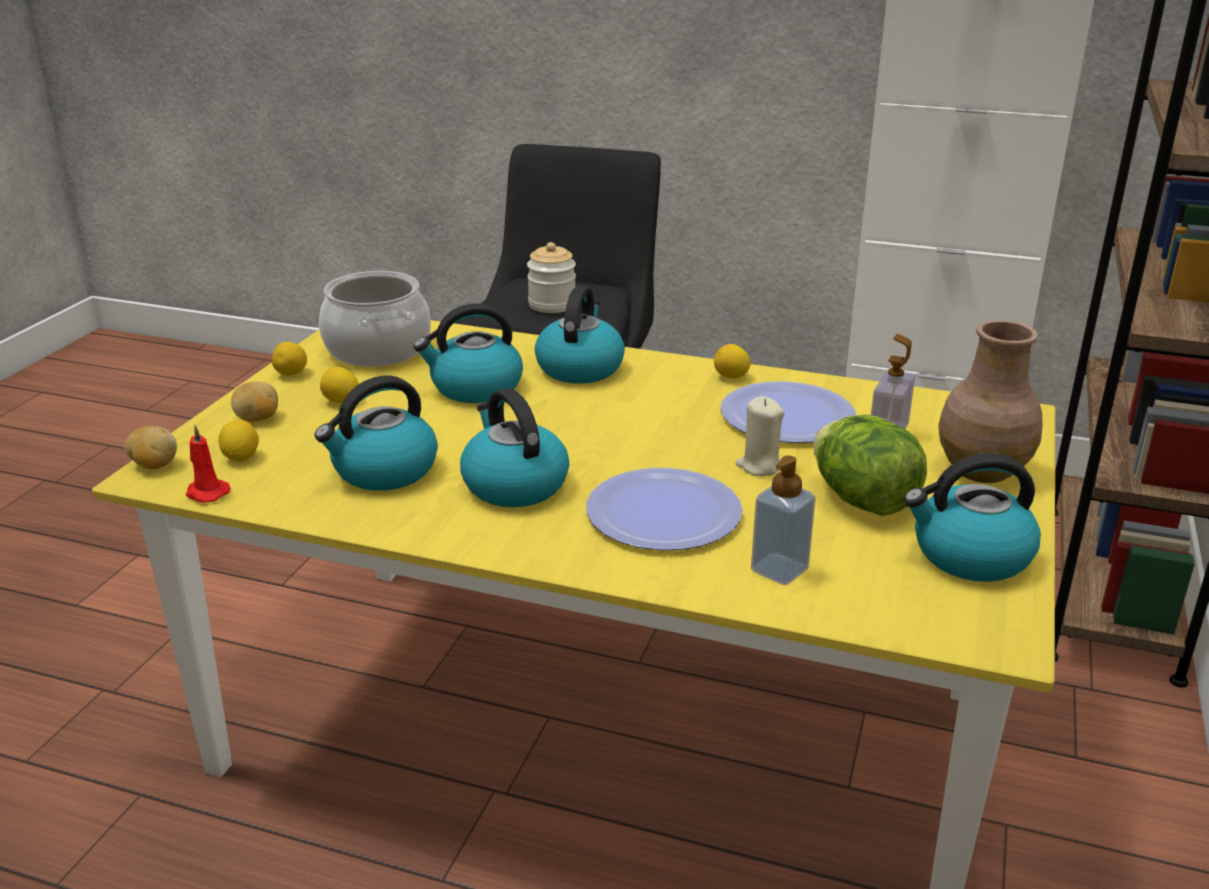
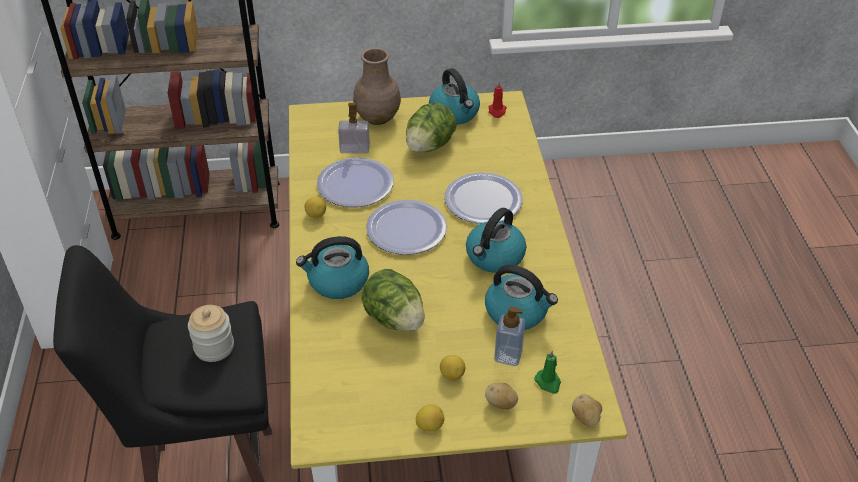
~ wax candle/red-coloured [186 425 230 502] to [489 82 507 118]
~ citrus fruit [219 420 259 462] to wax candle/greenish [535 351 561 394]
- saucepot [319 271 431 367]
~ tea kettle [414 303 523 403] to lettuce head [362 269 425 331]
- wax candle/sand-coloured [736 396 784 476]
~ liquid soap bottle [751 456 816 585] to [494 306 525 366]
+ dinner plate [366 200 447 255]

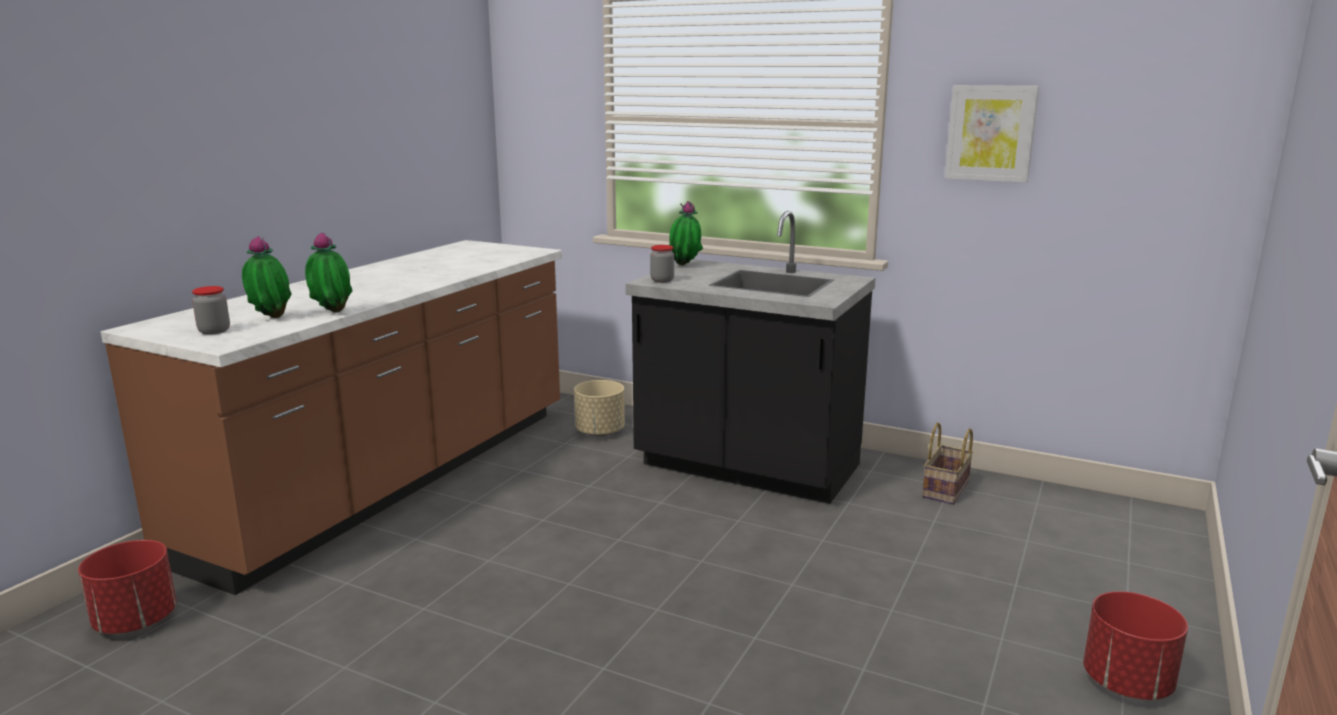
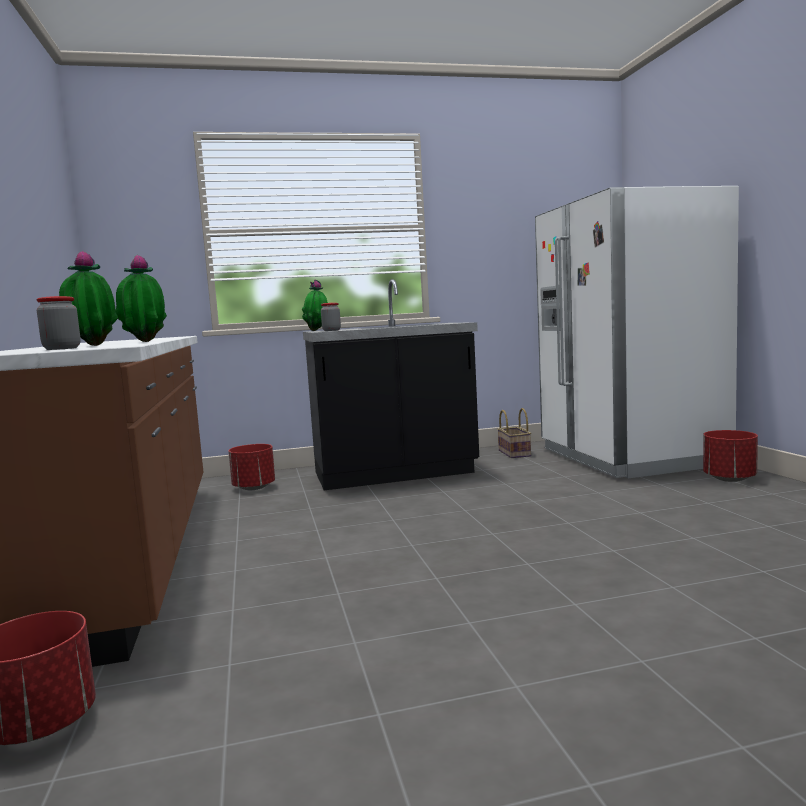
~ planter/sand-coloured [574 380 625 436] to planter/red-coloured [228 444 275 490]
- picture [945 85 1039 183]
+ fridge/white [535 186 739 478]

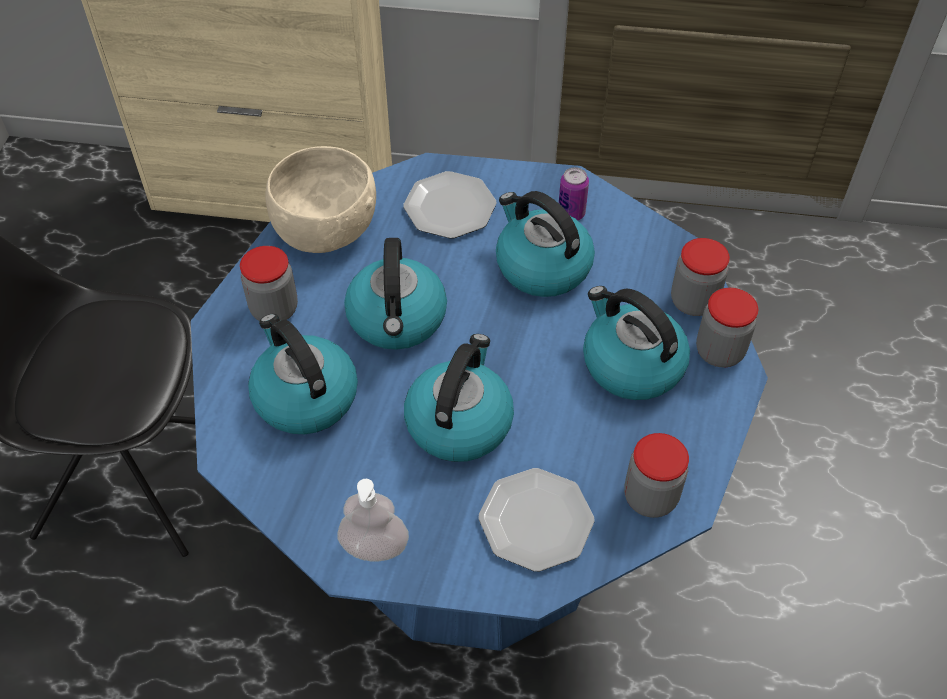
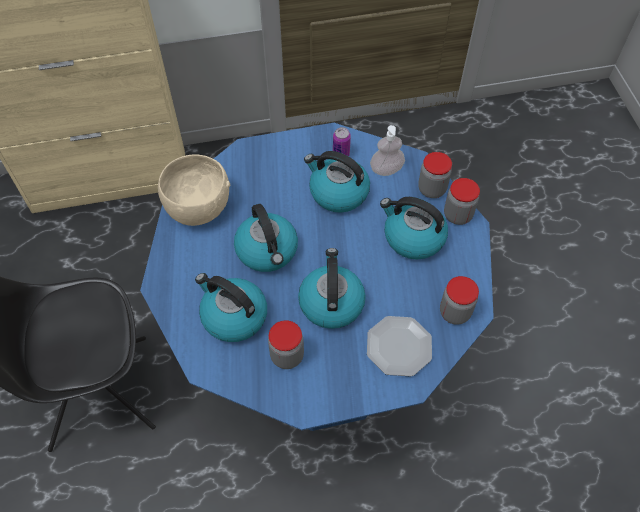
~ preserve jar [240 246 298 321] to [268 320 304 369]
~ liquid soap bottle [338 479 409 561] to [370 125 405 176]
- dinner plate [403 171 496 239]

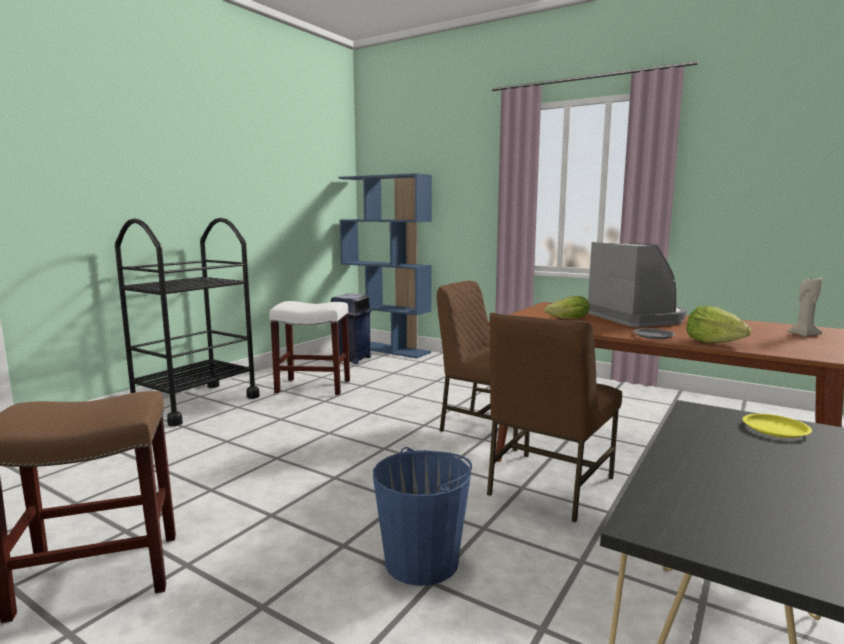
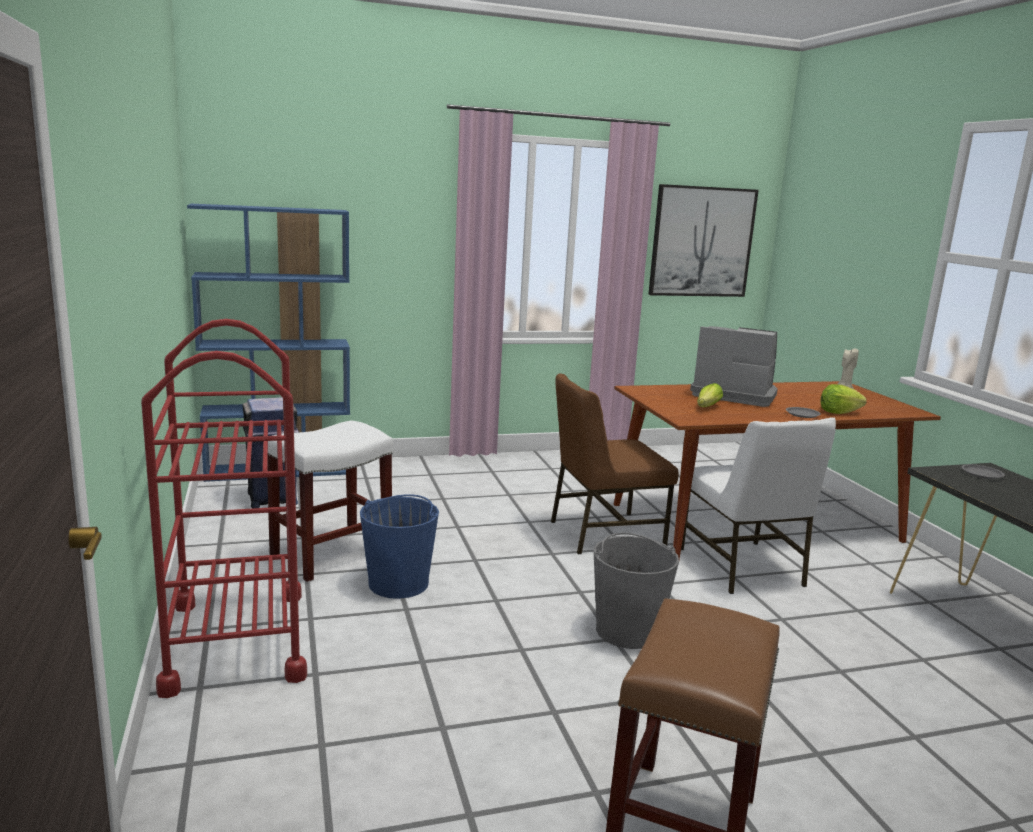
~ wheeled cart/blackish [115 218 260 427] to wheeled cart/red-coloured [141 319 307 698]
~ water bucket/blue-coloured [373 447 472 586] to [360 494 439 599]
~ plain chair/brown [487 313 622 523] to plain chair/white [681 418 836 594]
~ dinner plate/yellow [743 414 812 438] to dinner plate/greyish [961 464 1005 479]
+ water bucket/greyish [594 532 679 649]
+ picture [648 184 759 297]

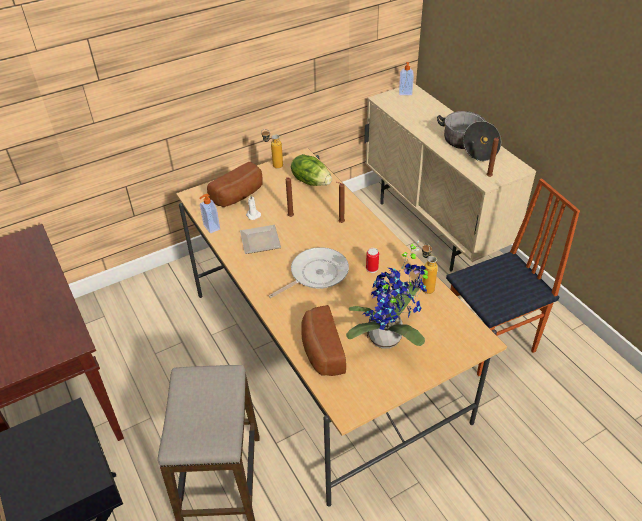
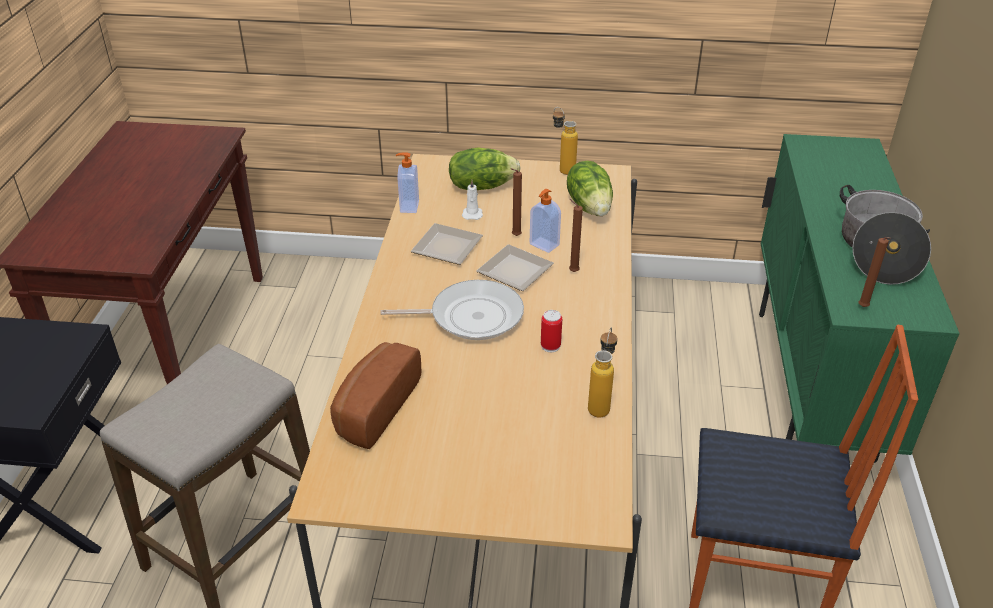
~ bread [207 162 263 207] to lettuce head [449 148 520 190]
- houseplant [346 240 428 348]
~ cupboard/sand-coloured [364 83 536 272] to cupboard/greenish [759 134 960 463]
~ liquid soap bottle [399 62 414 95] to [530 189 561 253]
+ dinner plate [476 244 554 291]

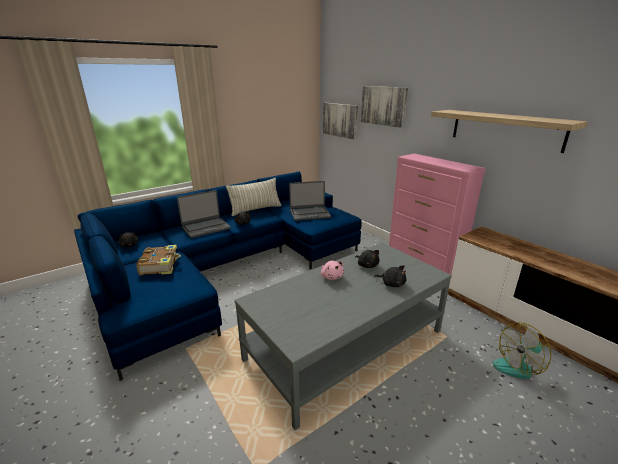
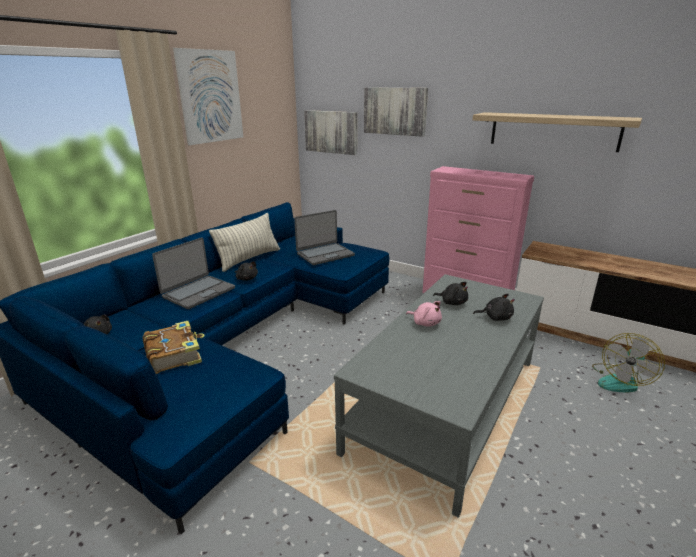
+ picture [173 48 243 145]

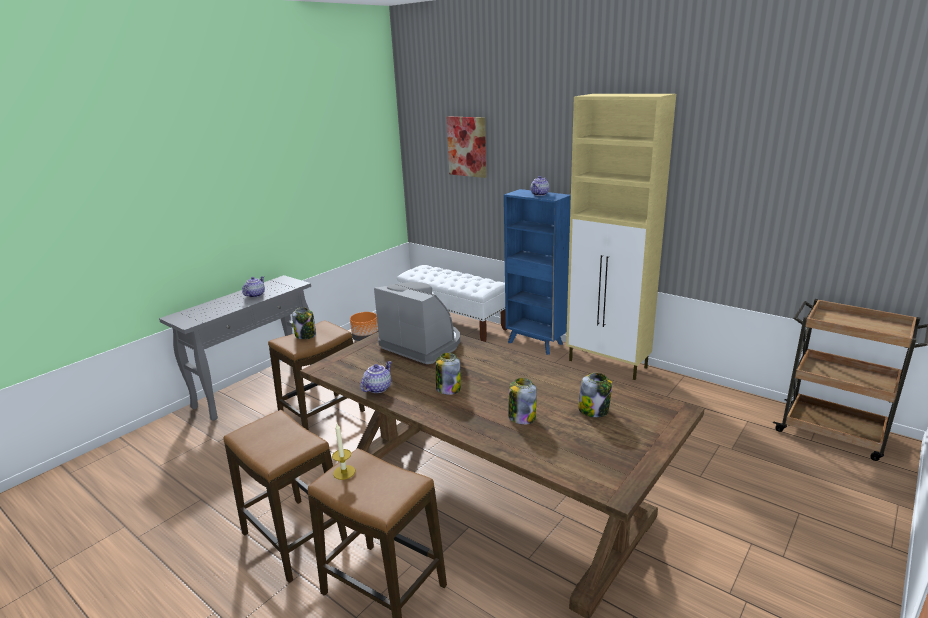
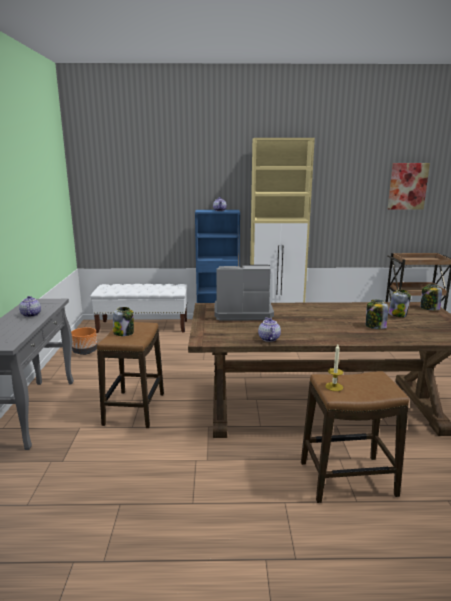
- stool seat [223 410 347 583]
~ preserve jar [436 353 461 395] to [420 284 442 310]
~ picture [447 116 487 178] to [388 163 430 210]

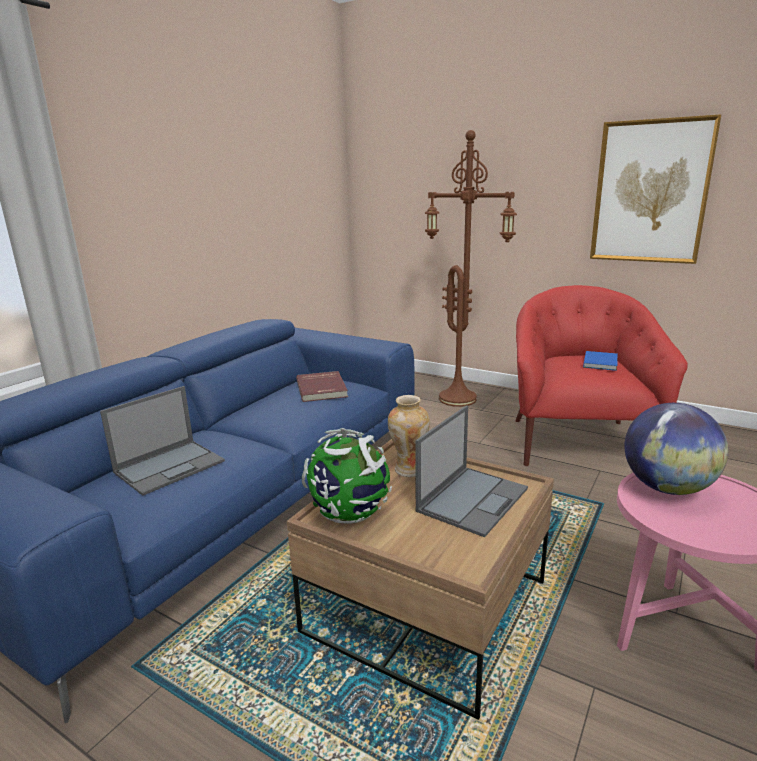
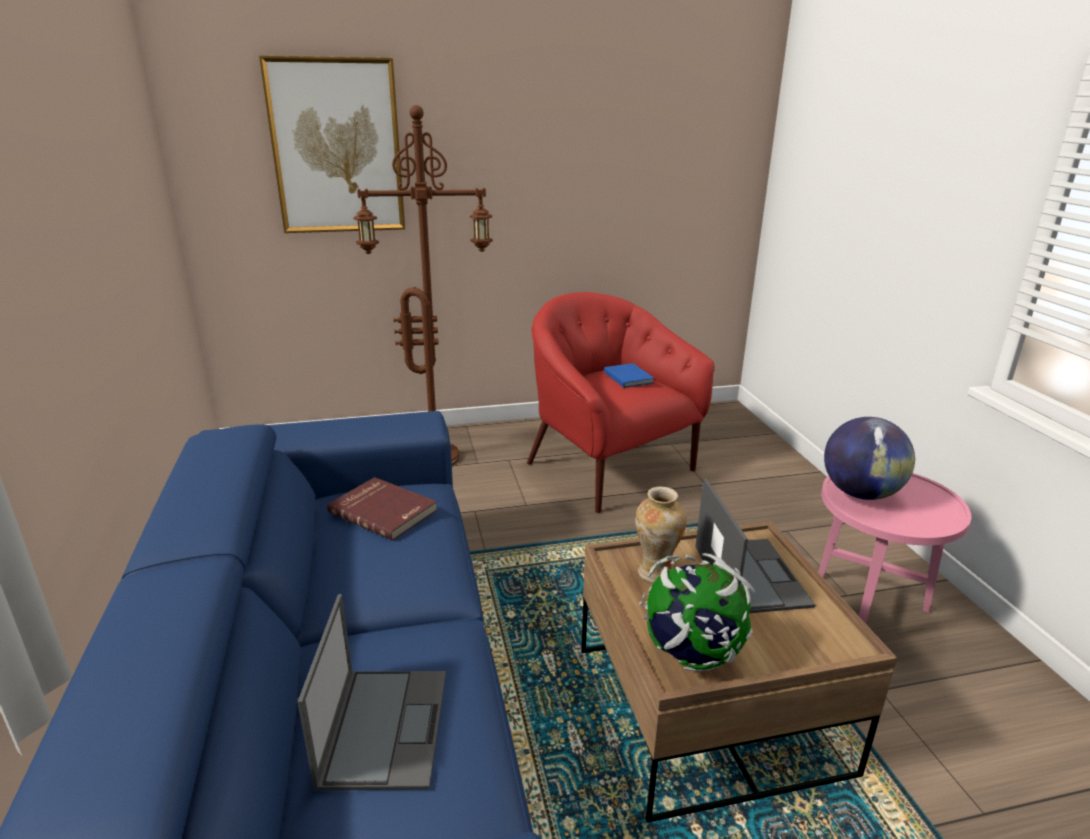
~ picture [590 114 721 264] to [259 56 405 233]

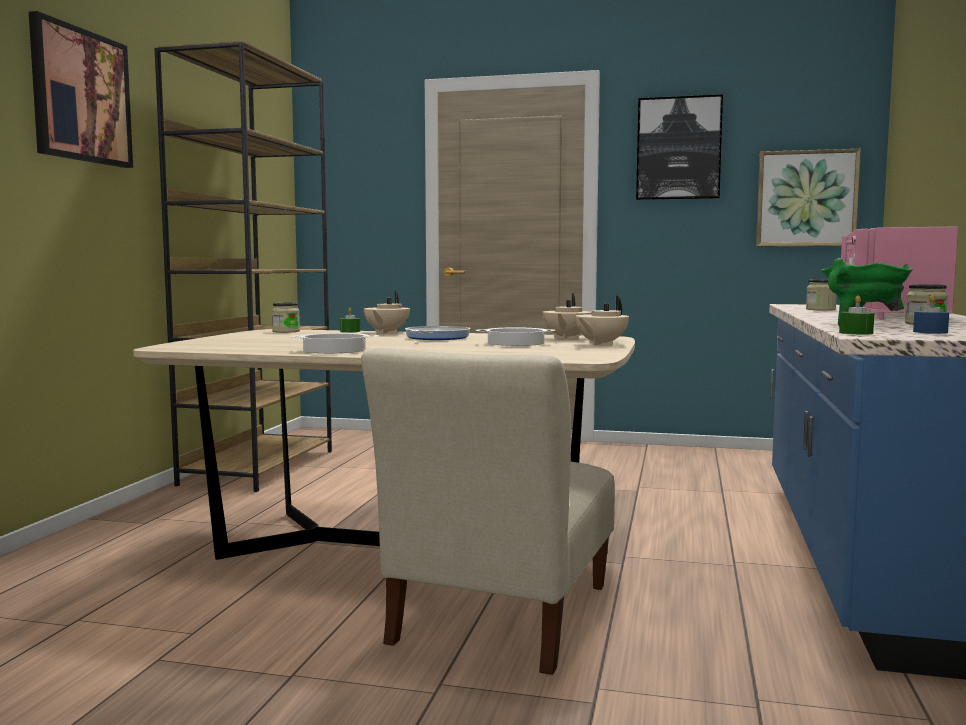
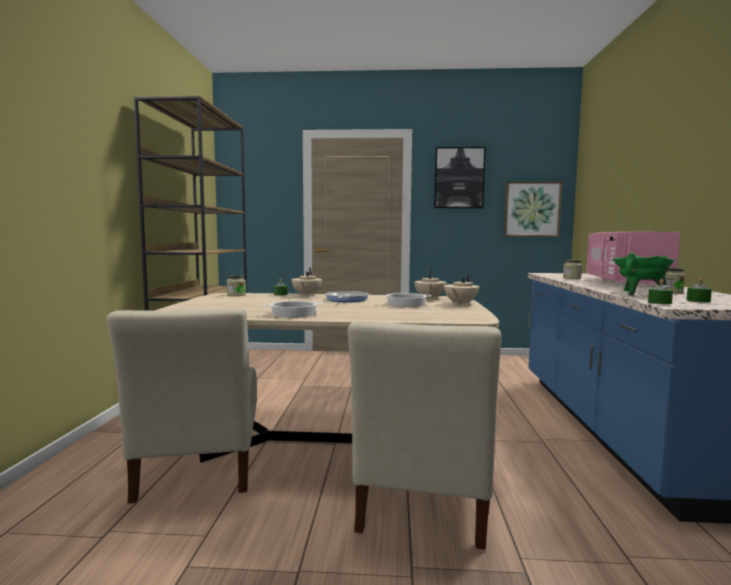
- picture [29 11 133 168]
~ wax candle/blue-coloured [913 295 949 334] to wax candle/greenish [687 278 712 302]
+ plain chair/sand-coloured [107 308 257 503]

